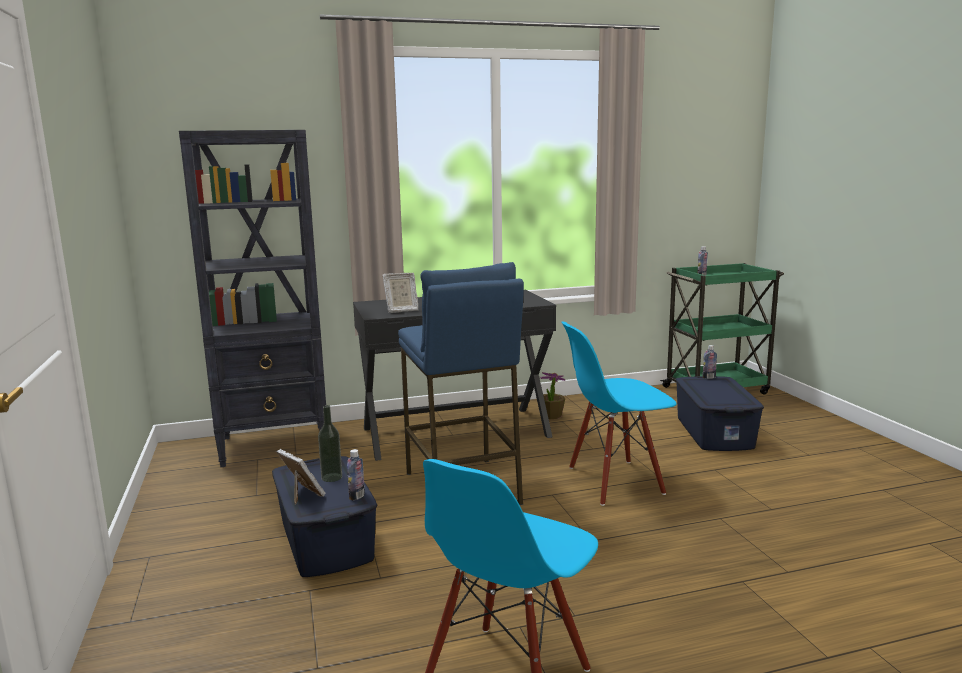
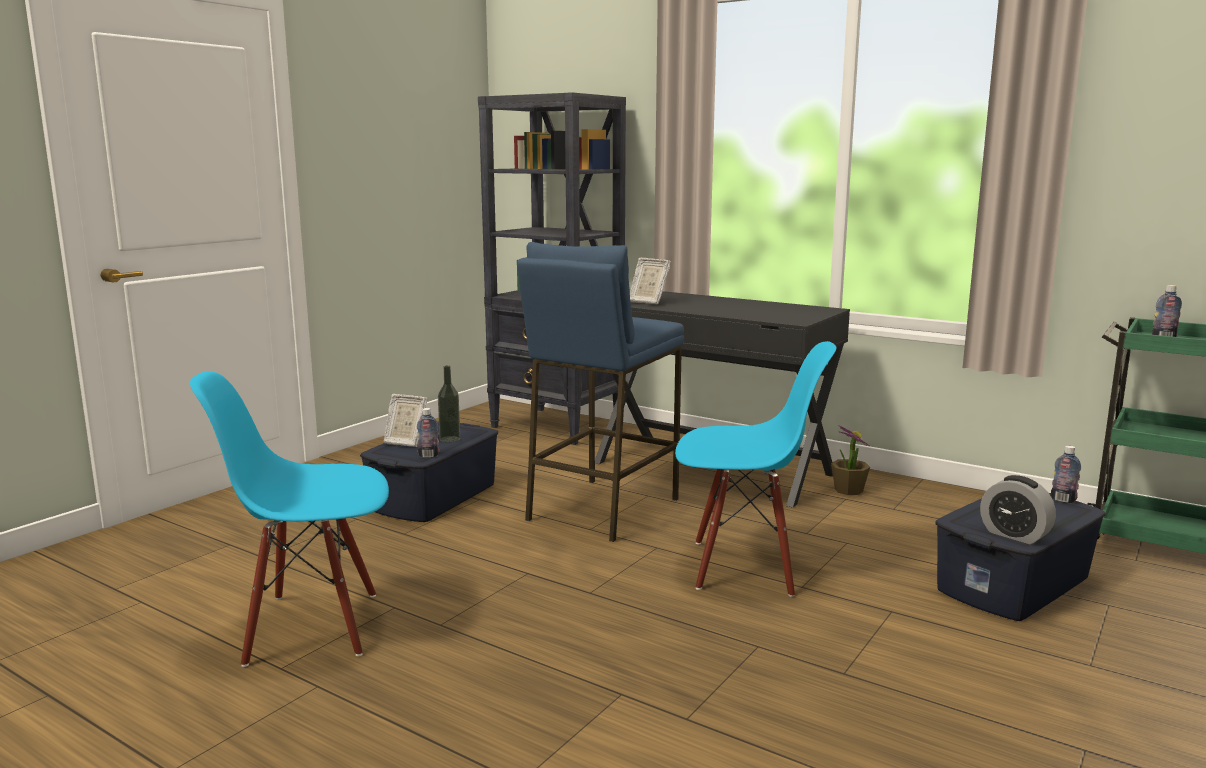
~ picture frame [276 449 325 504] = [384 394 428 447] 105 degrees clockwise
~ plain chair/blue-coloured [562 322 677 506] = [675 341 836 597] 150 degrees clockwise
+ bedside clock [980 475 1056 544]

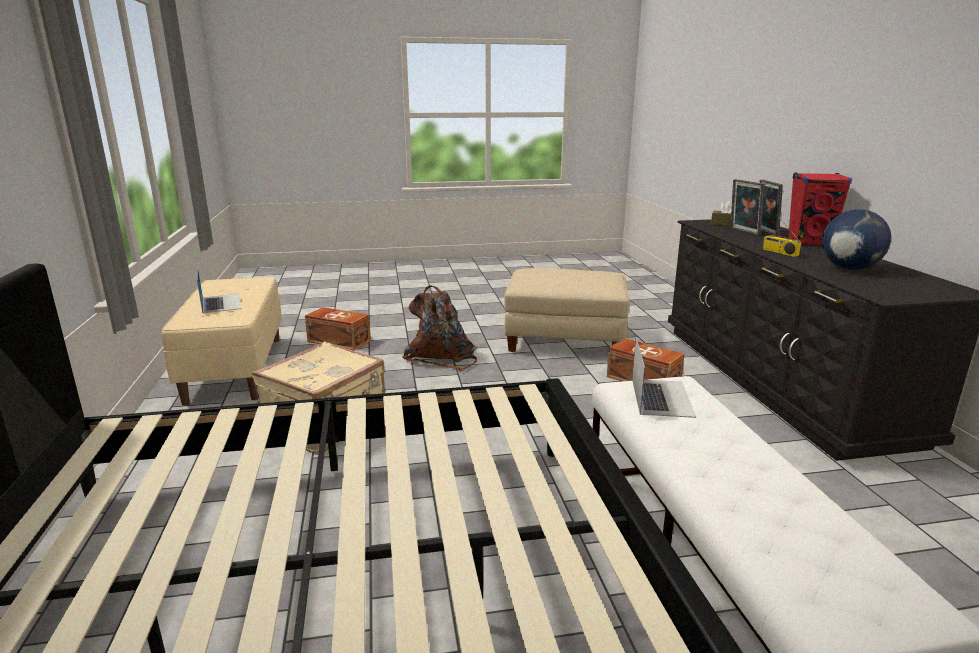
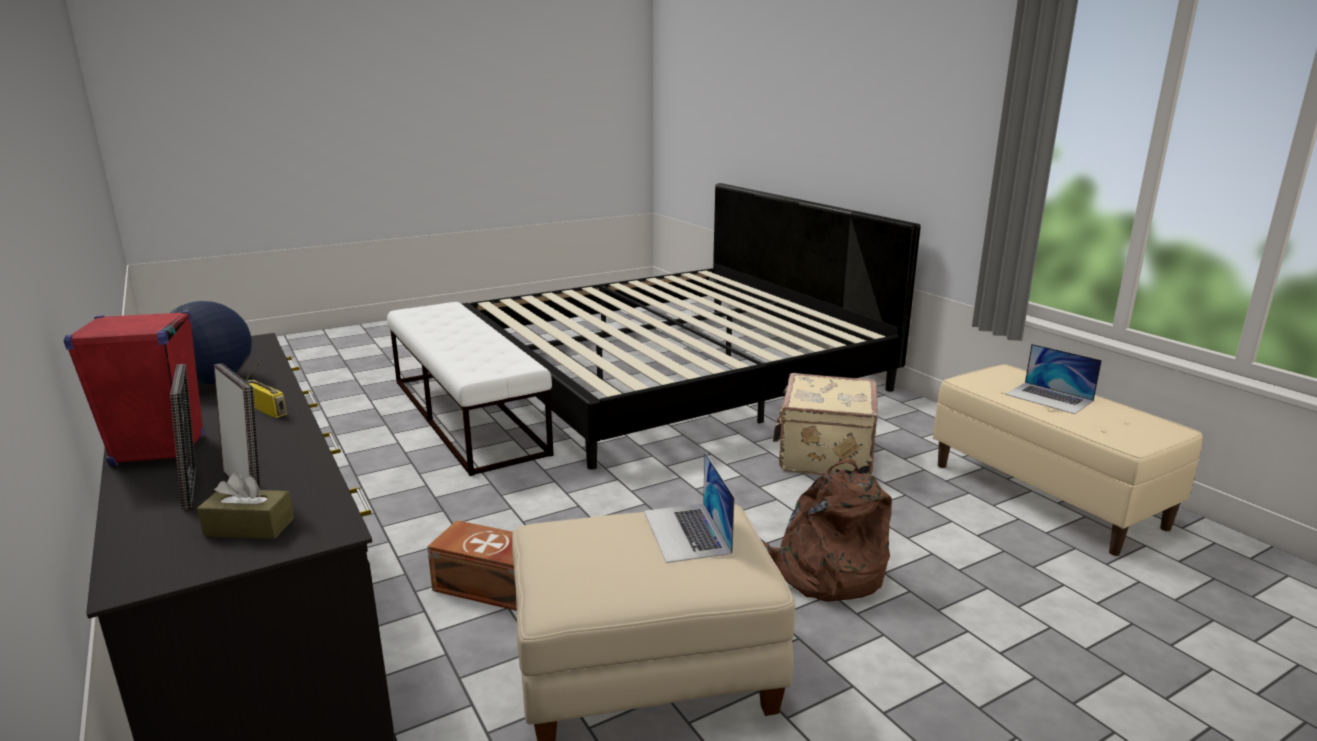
- storage container/brown [305 307 371 351]
~ portable computer [632 337 696 418] to [644 452 735 563]

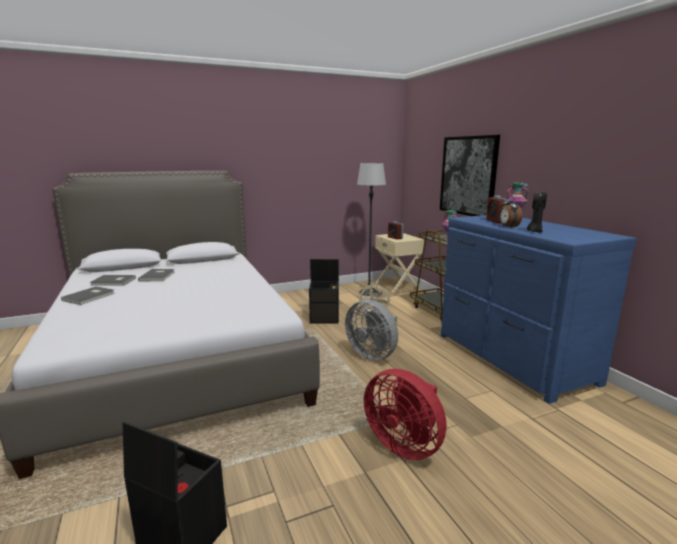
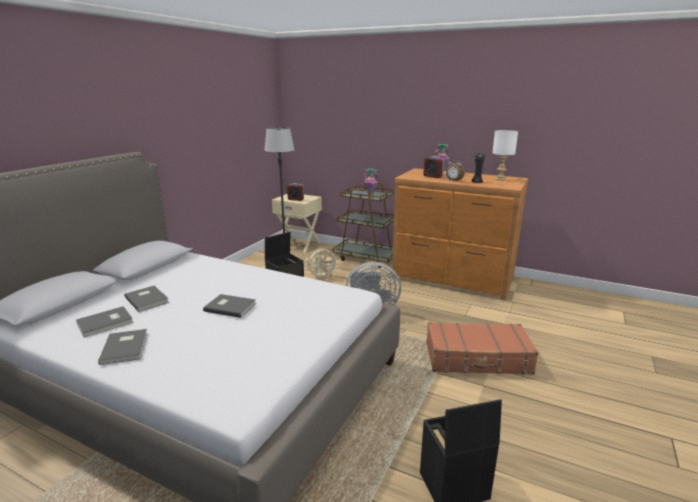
~ fan/red-coloured [364 369 446 460] to suitcase/brown [426 322 539 375]
- picture [440 135 500 216]
~ chest of drawers/blue-coloured [441 215 636 404] to chest of drawers/brown [392 168 528 300]
+ bound book/greyish [203 294 256 318]
+ tabletop lamp/white [492 130 518 181]

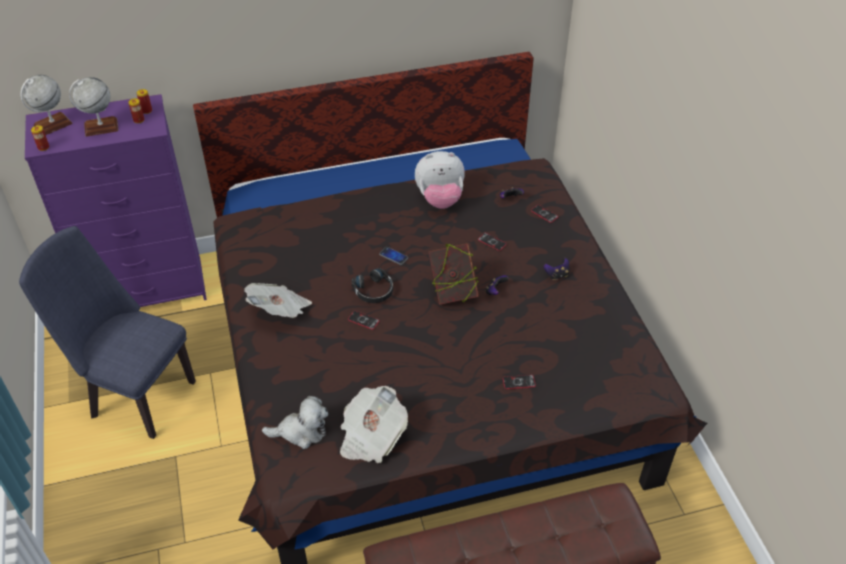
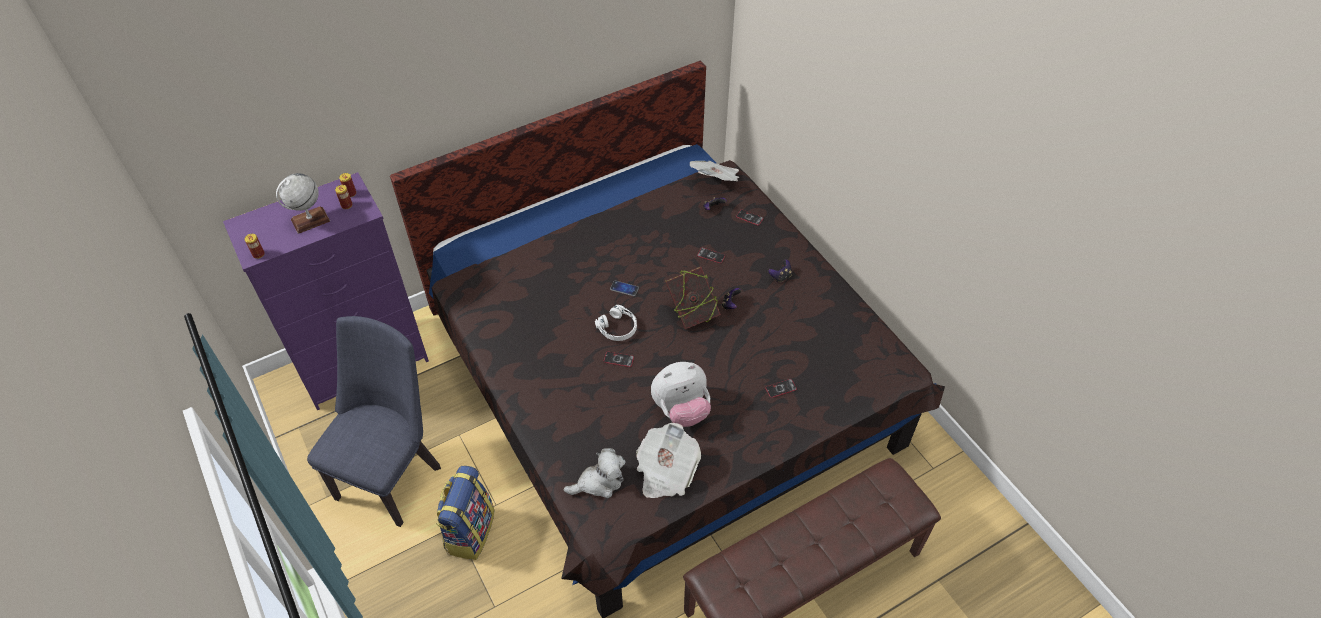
~ plain chair/blue-coloured [19 226 196 439] = [307 316 441 527] 105 degrees clockwise
- globe [20 75 73 135]
~ printed paper [244 283 312 318] to [690 161 740 181]
~ headset/blackish [352 268 393 303] to headset/white [595 305 637 341]
~ cuddly toy [415 151 465 209] to [651 362 711 427]
+ knapsack [436 466 495 560]

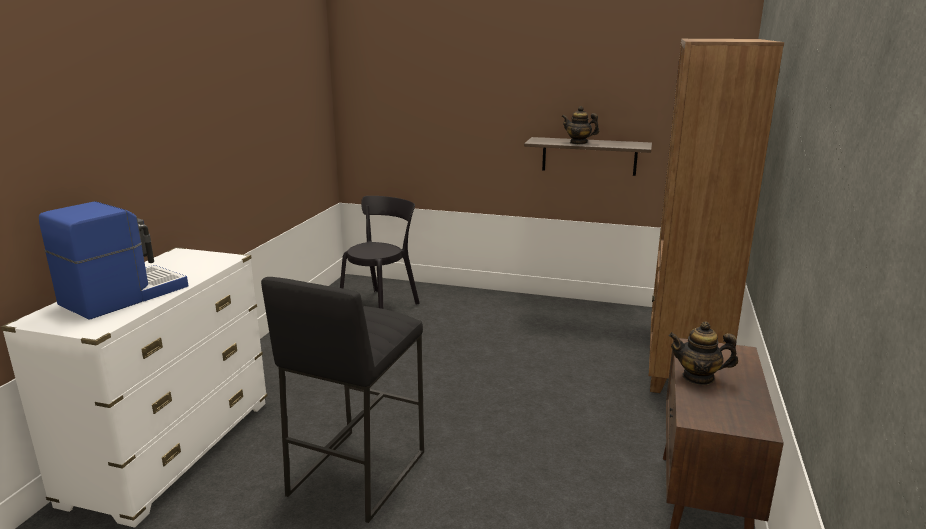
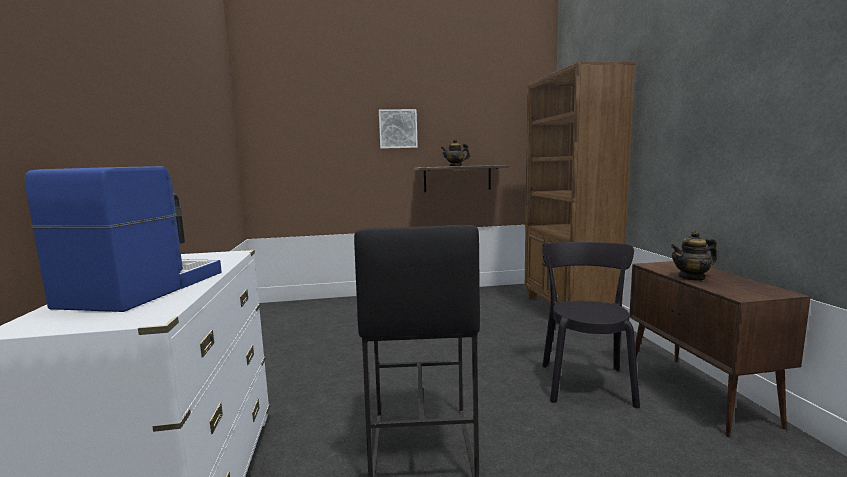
~ plain chair/blackish [340 196 420 309] to [542 242 640 408]
+ picture [379 109 418 149]

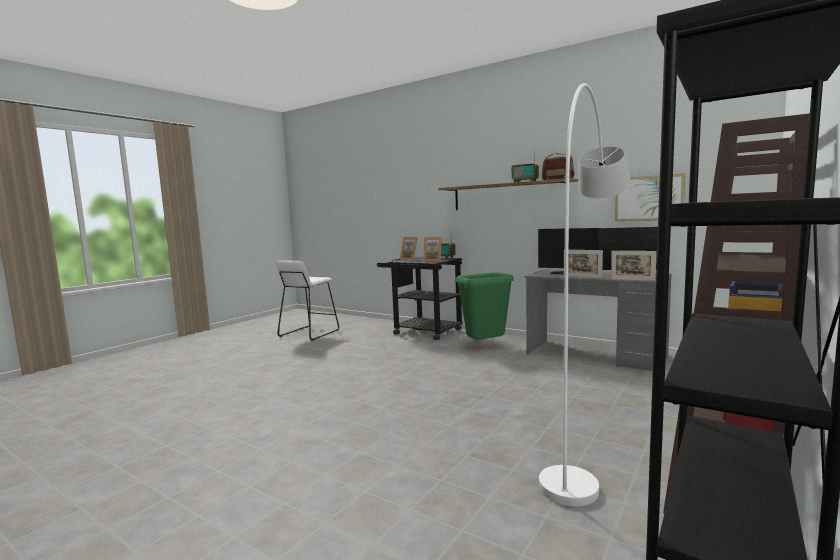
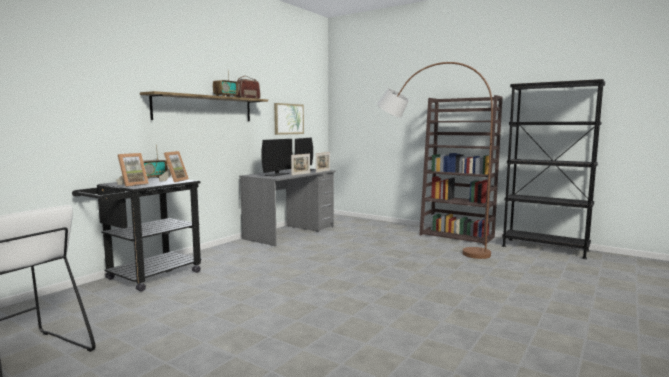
- trash can/greenish [456 272 513 340]
~ standard lamp/white [539 83 631 506] to standard lamp/brown [377 62 493 259]

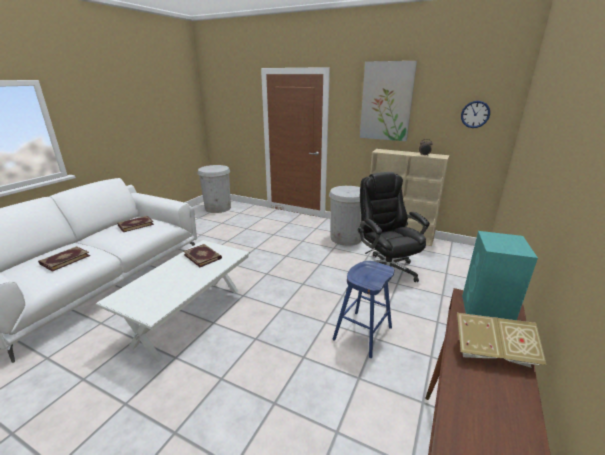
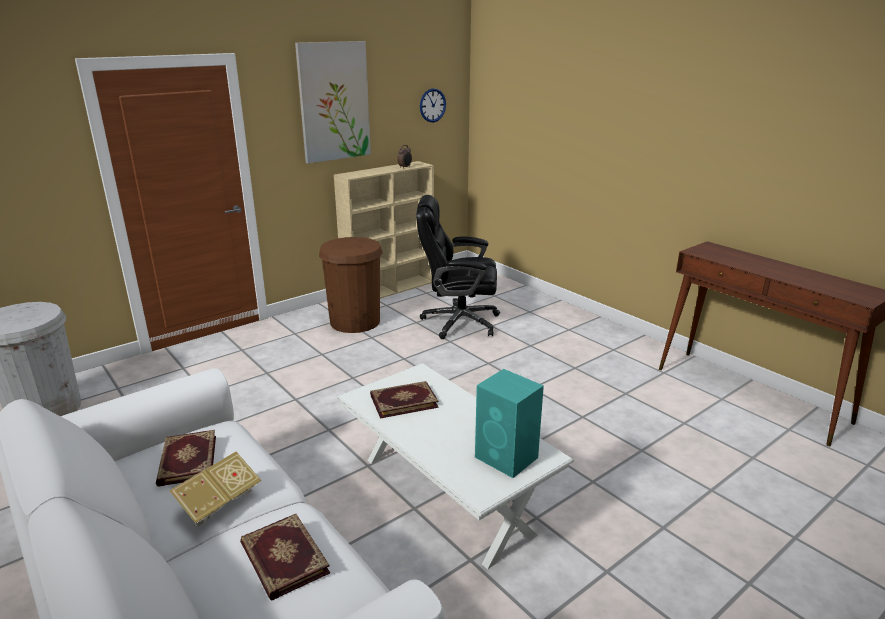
~ trash can/white [329 186 361 246] to trash can/brown [319 237 383 333]
- stool seat/blue-coloured [333 261 394 358]
~ bound book [457 313 547 368] to [169 452 261 527]
~ loudspeaker/blue-green [462 231 538 320] to [475 369 544 478]

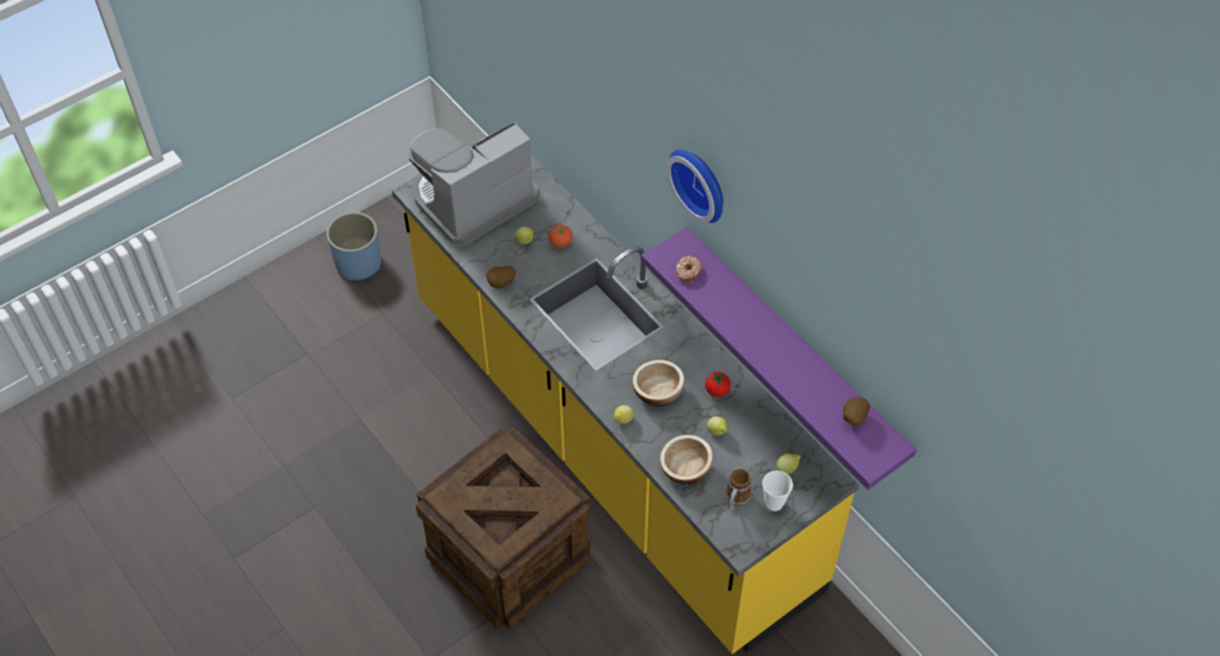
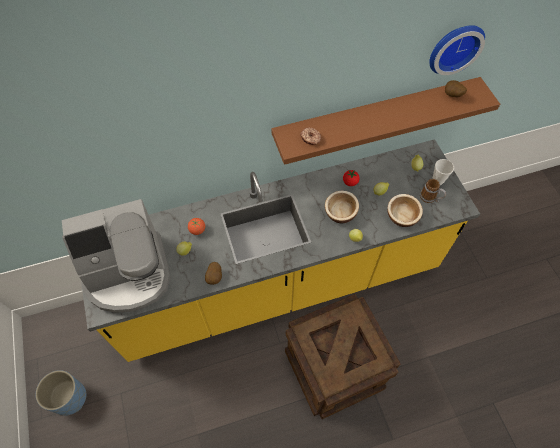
~ coffee brewer [409 122 539 246] = [62 199 170 313] 90 degrees counterclockwise
~ wall shelf/purplish [641 227 916 490] to wall shelf/brown [271 77 500 165]
~ hanging clock [666 149 723 223] to [429 25 485 75]

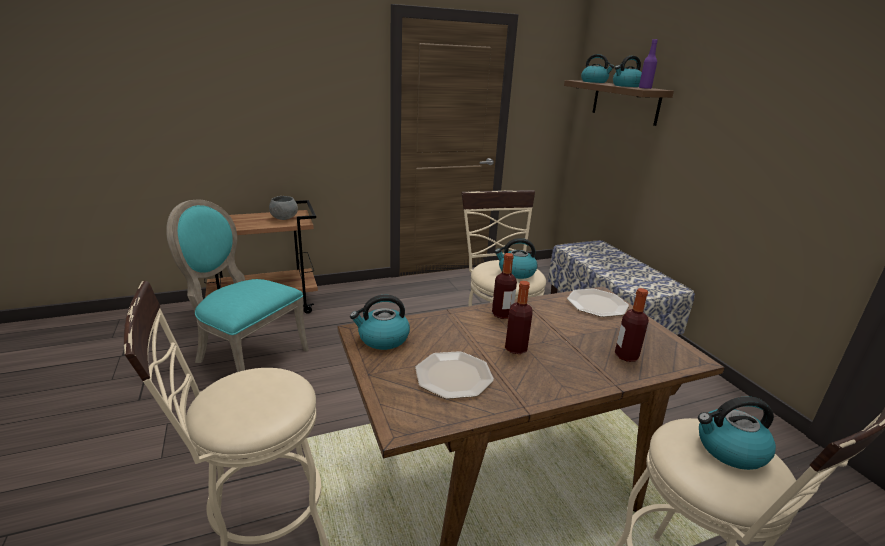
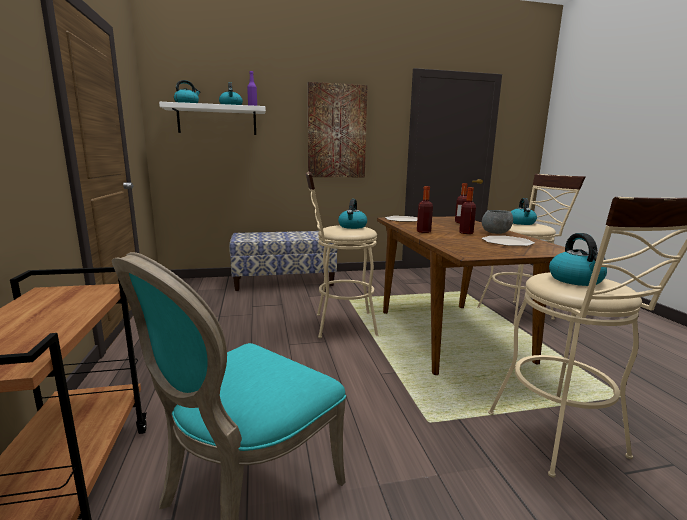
~ serving bowl/greyish [269 196 298 220] to [482 210 513 234]
~ tea kettle [350 295 410 350] to [549 233 607 286]
~ wall shelf/brown [564 80 674 126] to wall shelf/white [159 102 266 135]
+ picture [308 82 368 177]

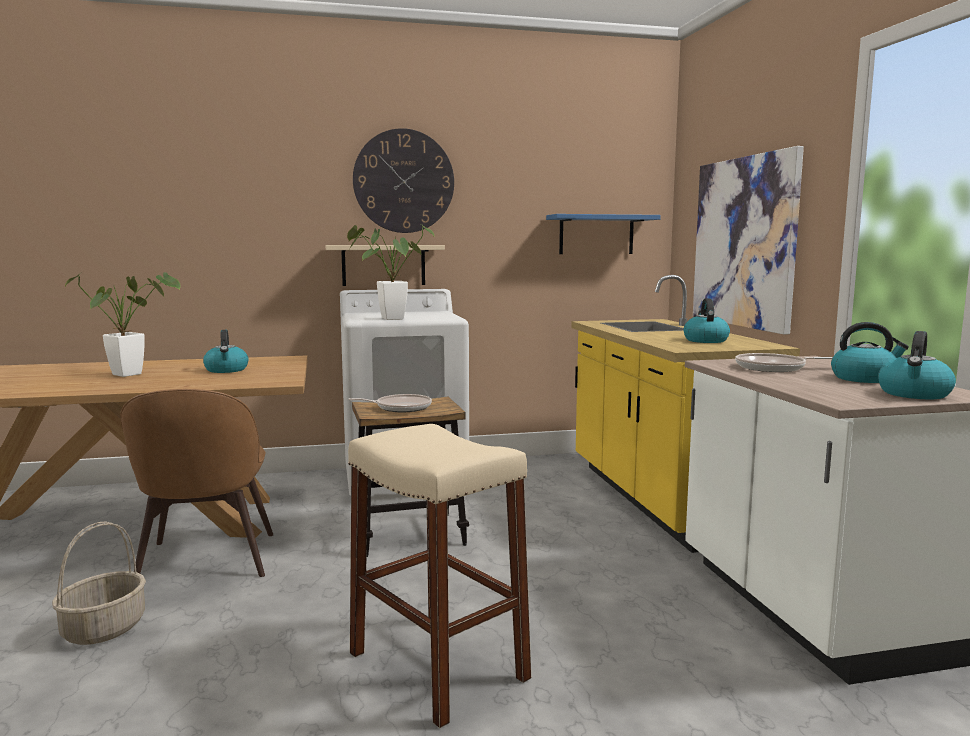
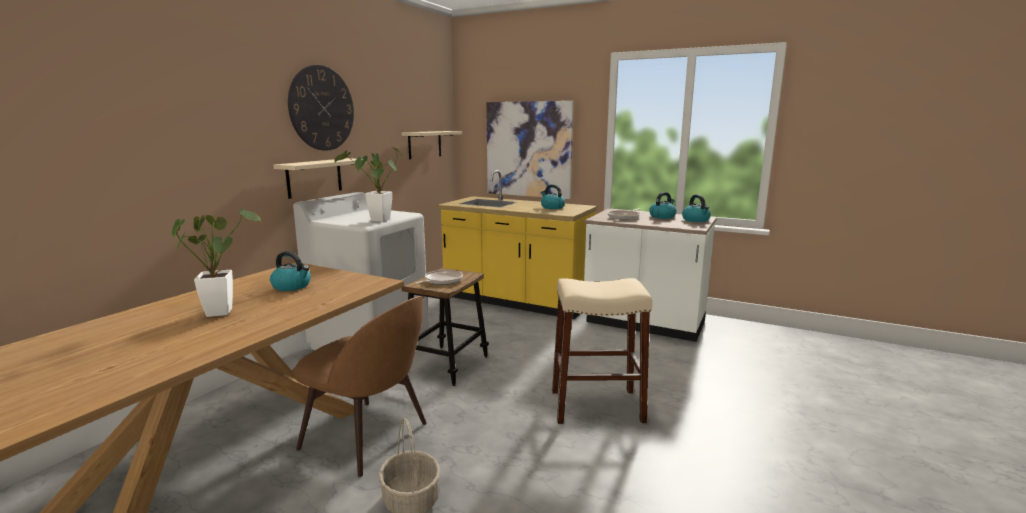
~ wall shelf/blue-coloured [546 214 661 254] to wall shelf/sand-coloured [402 131 462 159]

